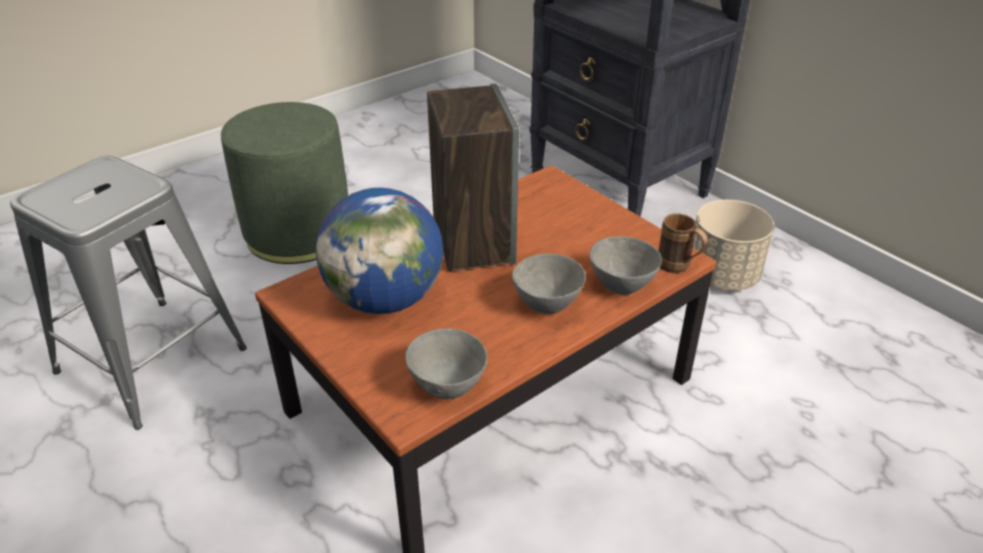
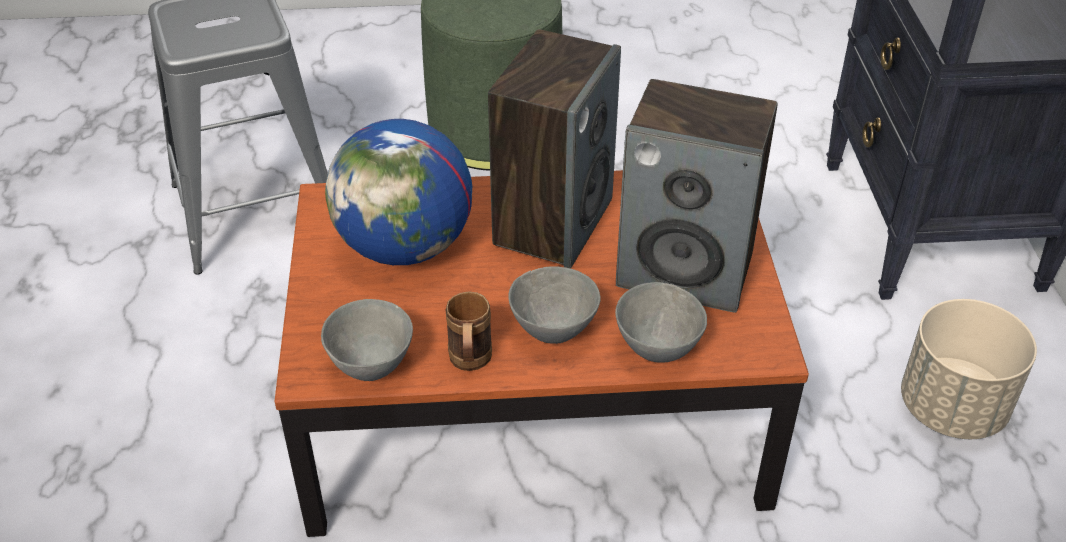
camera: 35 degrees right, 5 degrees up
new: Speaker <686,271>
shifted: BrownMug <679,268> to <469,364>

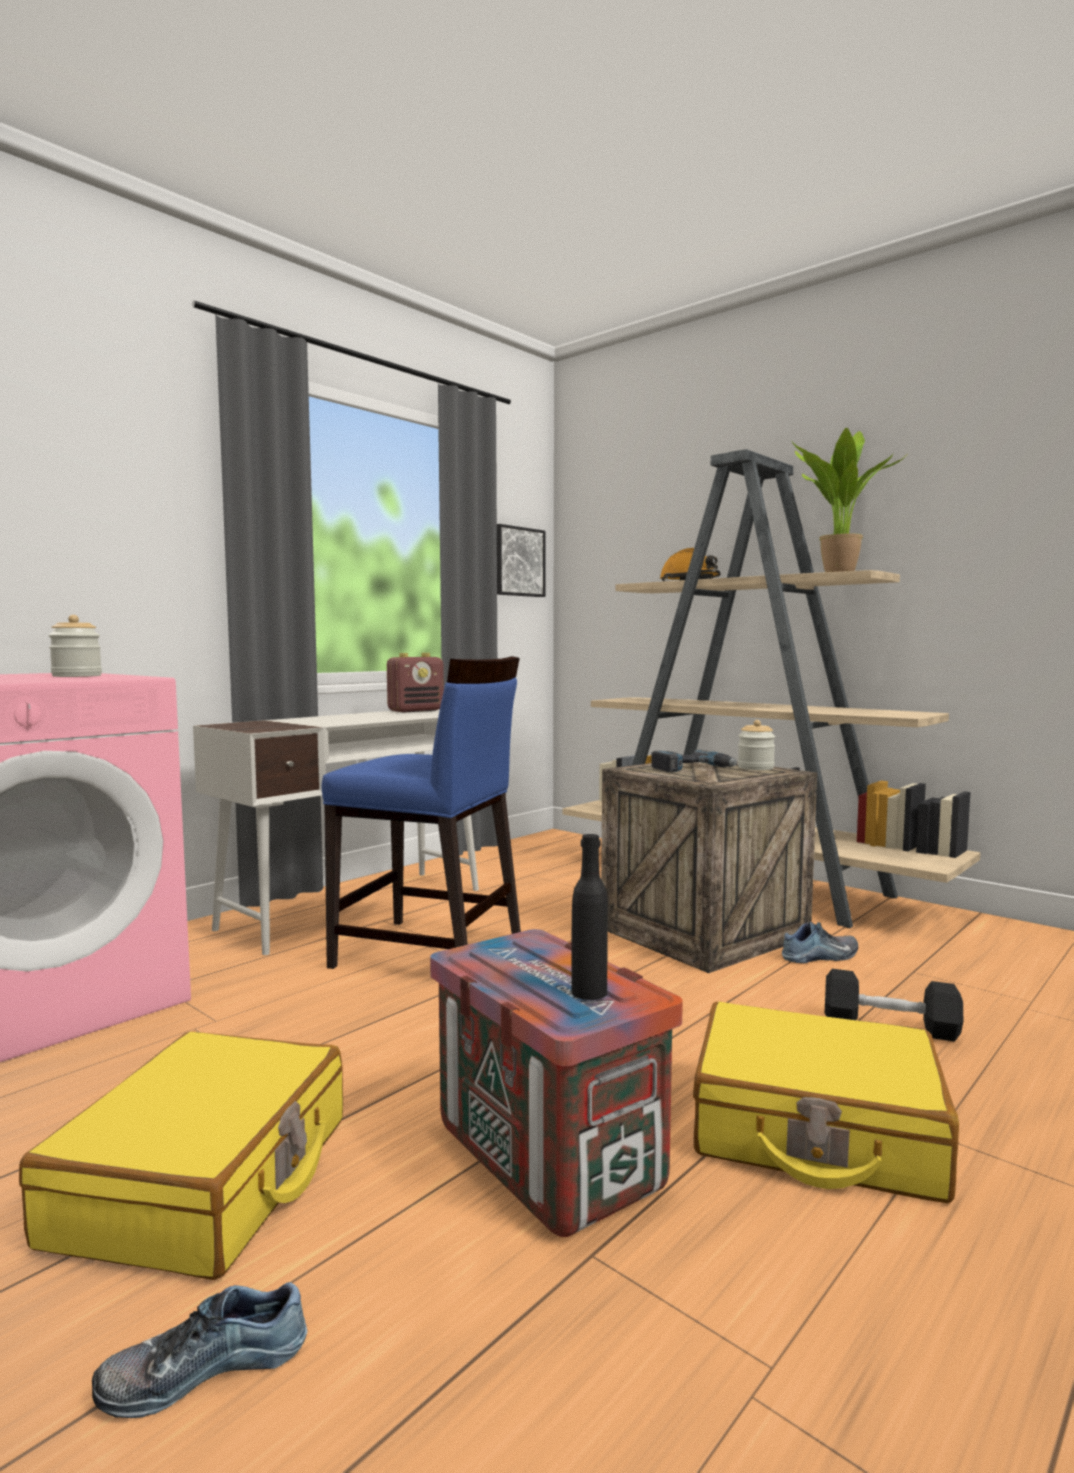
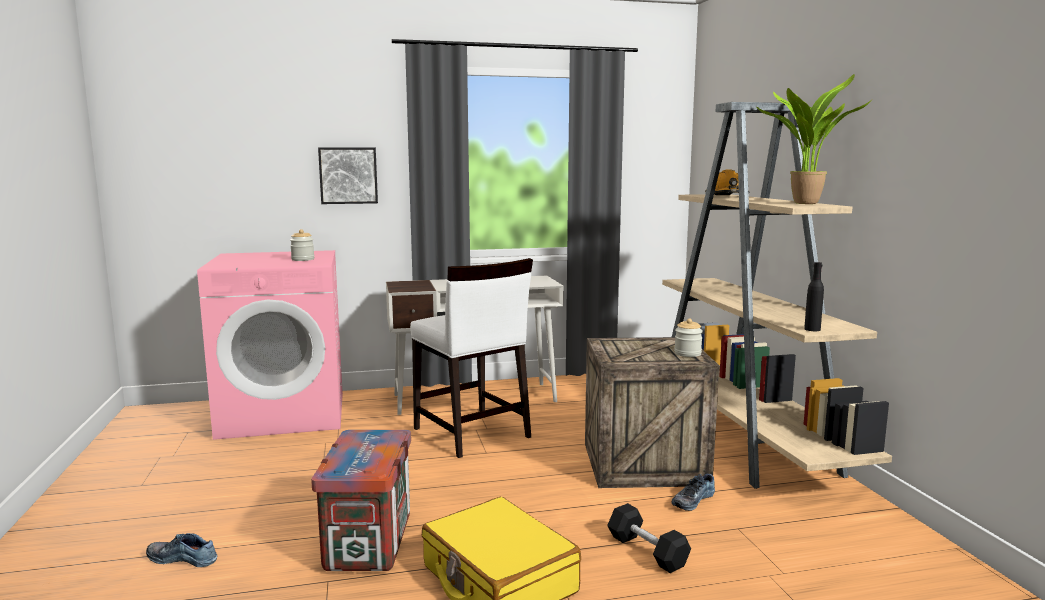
camera: 35 degrees right, 5 degrees up
gone: YellowSuitcase <205,1180>; Radio <416,711>; PowerDrill <693,769>
shifted: Picture <517,562> to <348,175>; BlackBottle <589,992> to <812,329>
repainted: BlueChair <430,952> to WhiteChair <471,433>
rotated: Shoe <821,956> = <692,500> 120 degrees clockwise

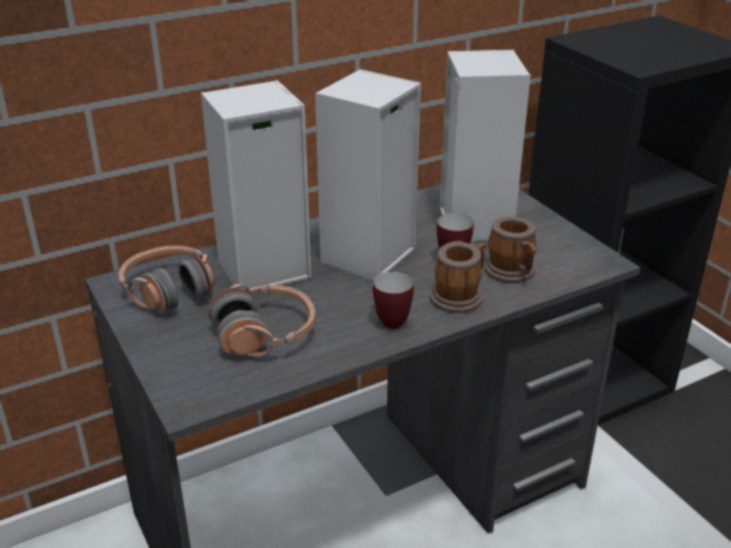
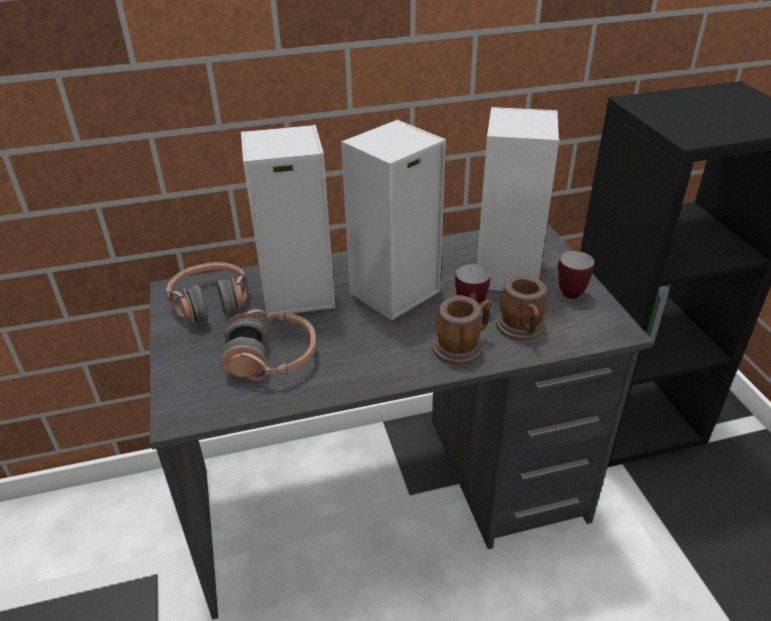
camera: 15 degrees right, 5 degrees up
shifted: Mug <388,320> to <567,291>

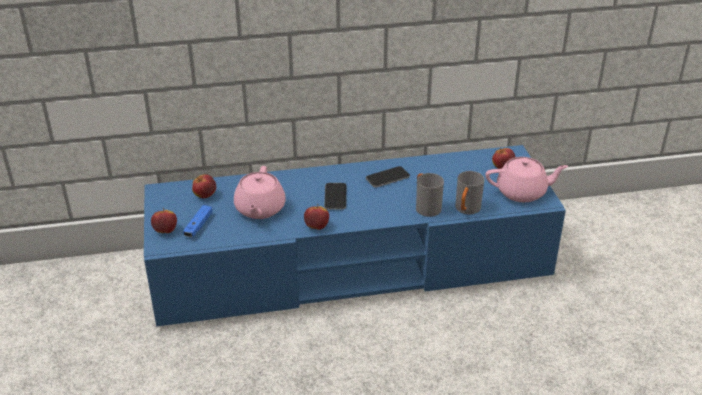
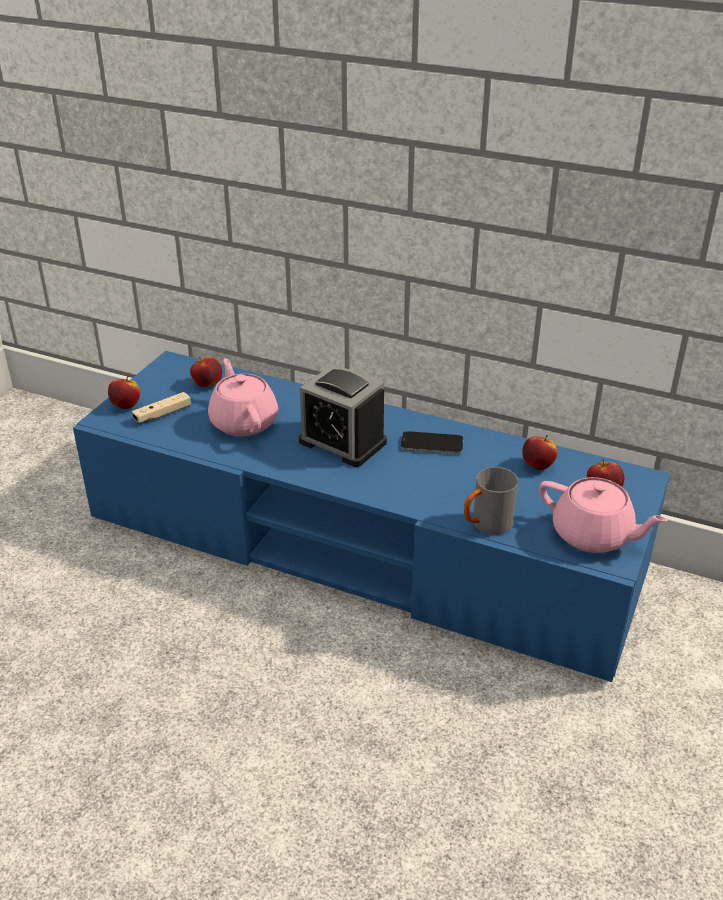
camera: 35 degrees right, 0 degrees up
gone: GreyMug <425,206>
shifted: Apple <316,227> to <537,466>
swapped: Phone <335,197> to AlarmClock <342,442>
repainted: BlueGameController <198,226> to BeigeGameController <162,414>
rotated: PinkTeapot <259,209> = <244,422> 120 degrees clockwise

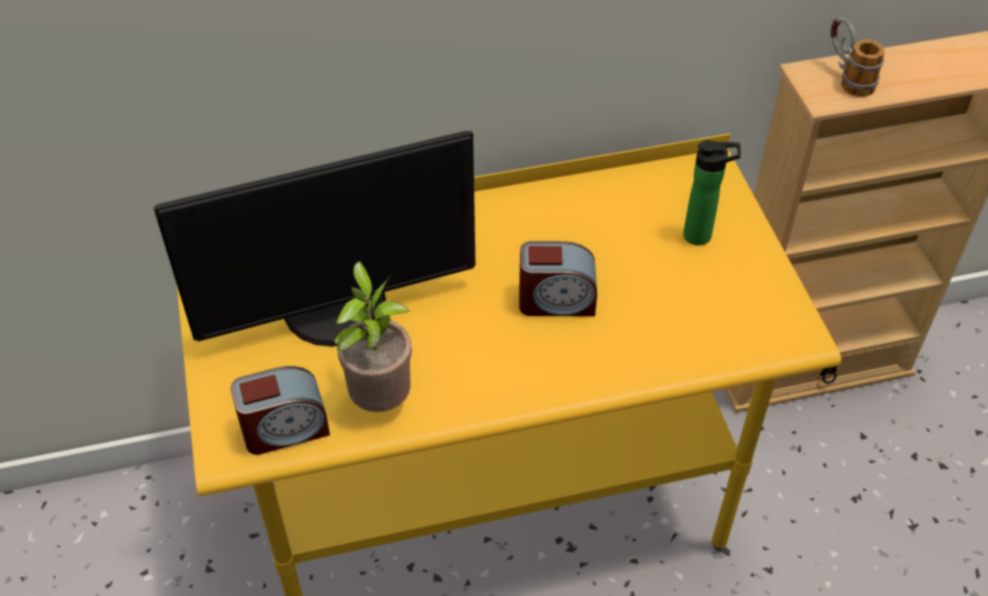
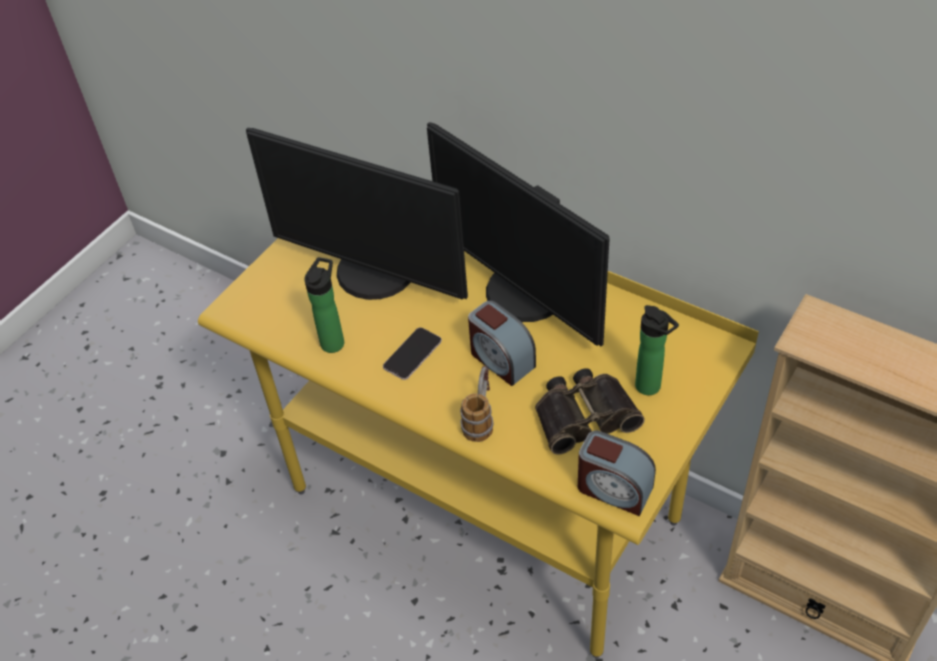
camera: 50 degrees right, 0 degrees up
new: Phone <412,354>; Monitor <523,294>; Binoculars <584,414>
shifted: AlarmClock <285,429> to <613,489>; Mug <846,77> to <480,418>
swapped: PottedPlant <380,399> to Bottle <334,341>

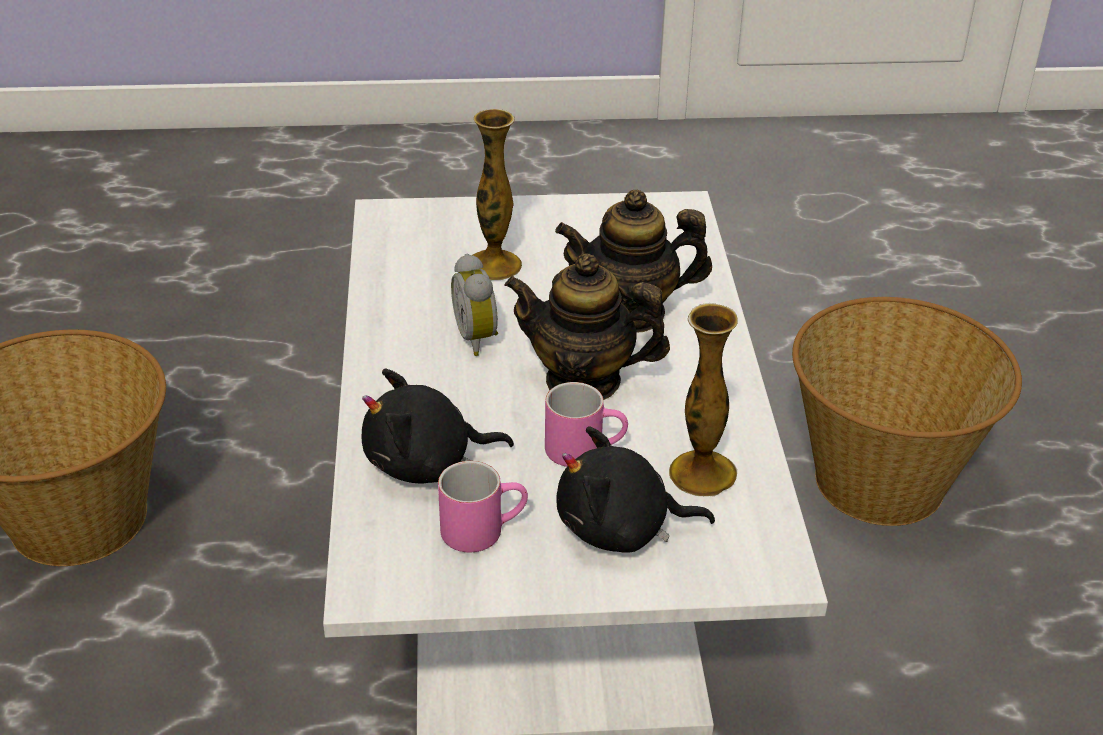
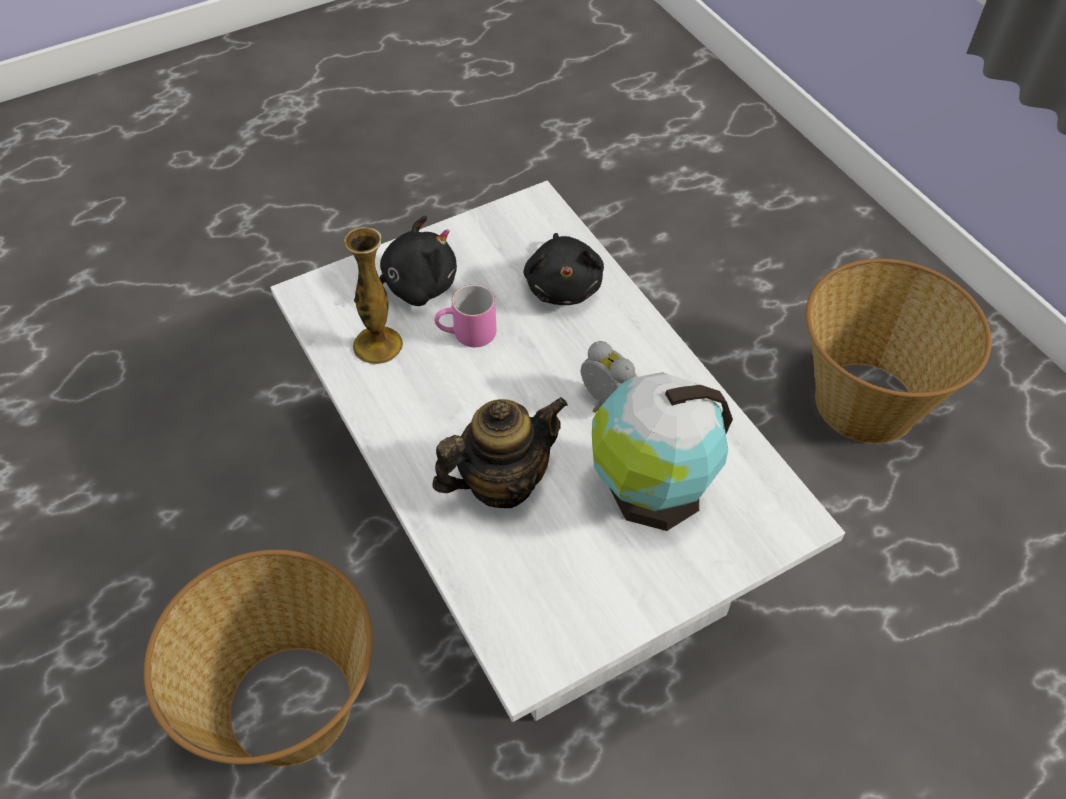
camera: 155 degrees right, 15 degrees up
gone: PinkMug <483,528>; Teapot <583,380>
swapped: Vase <494,265> to Globe <651,492>
rotated: BlackPlushToy <426,463> = <563,286> 120 degrees clockwise

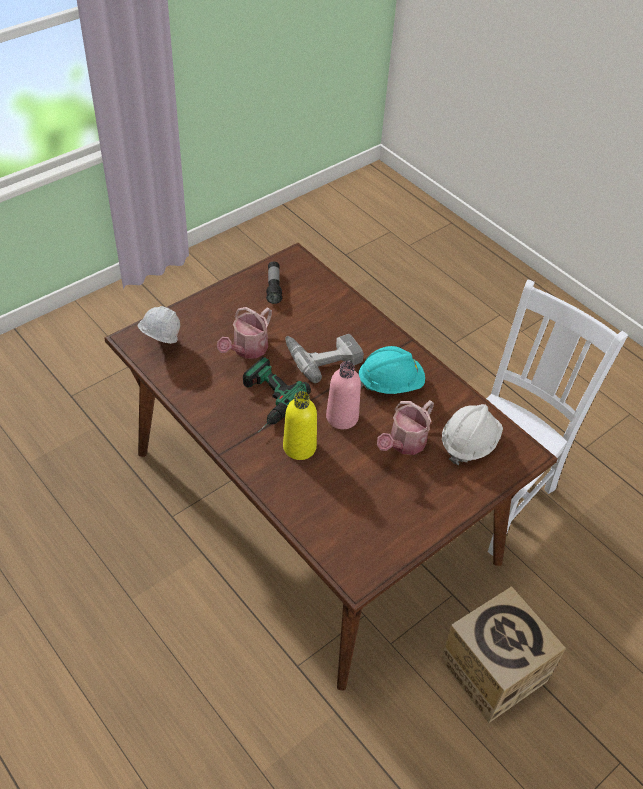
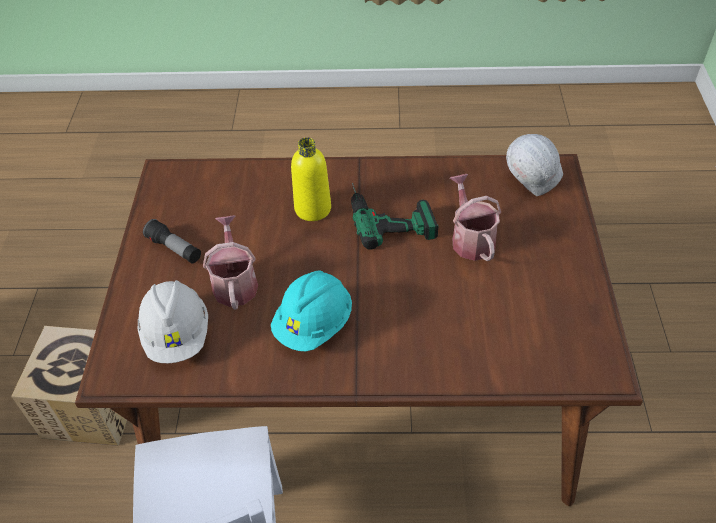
camera: 135 degrees right, 0 degrees up
gone: PowerDrill <322,356>; PinkBottle <342,417>
shifted: Flashlight <274,287> to <174,249>

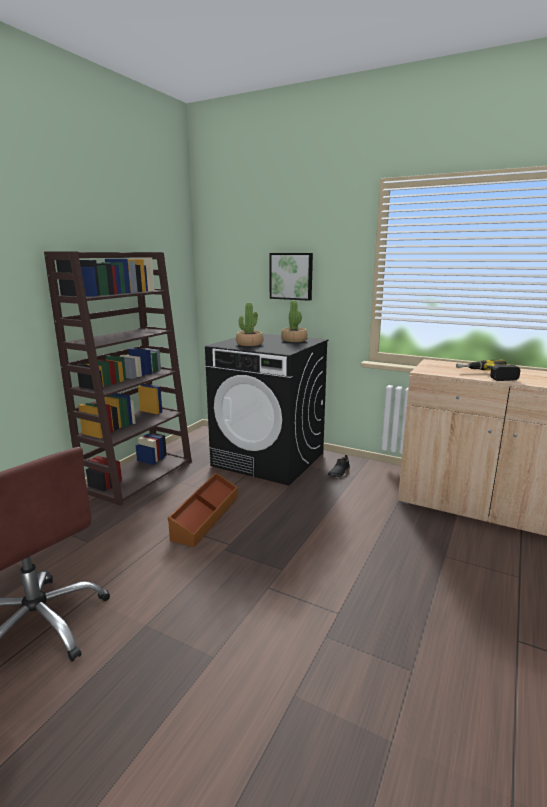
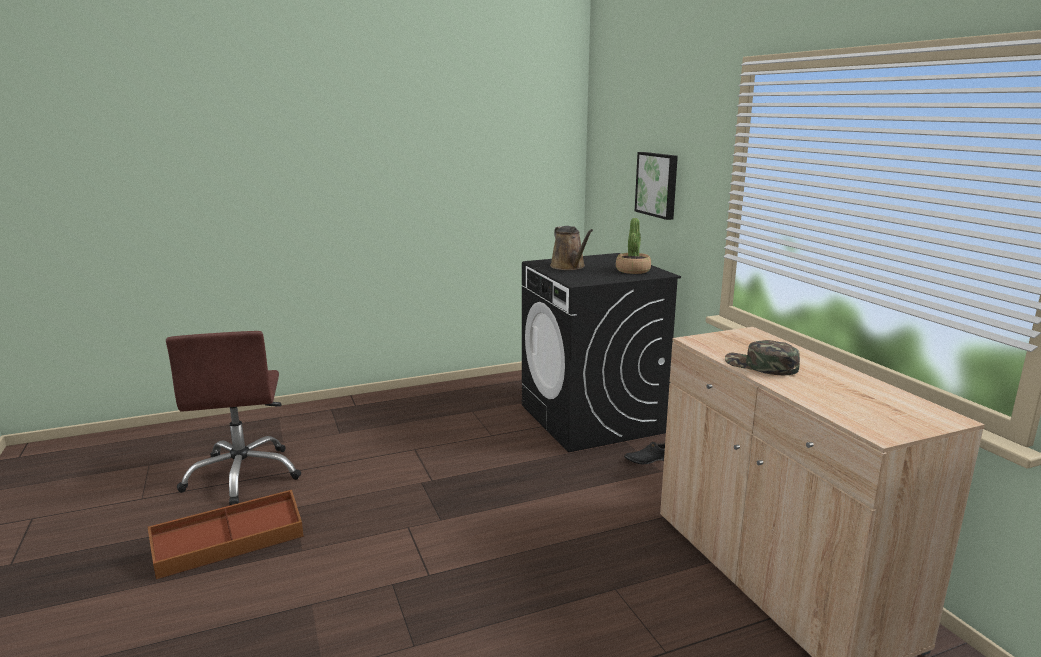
camera: 40 degrees right, 0 degrees up
gone: BrownBookcase <139,475>
shifted: BrownStorageBox <205,517> to <230,546>
swapped: PottedPlant <249,344> to BrownWateringCan <569,267>; PowerDrill <486,375> to GreenCap <760,365>

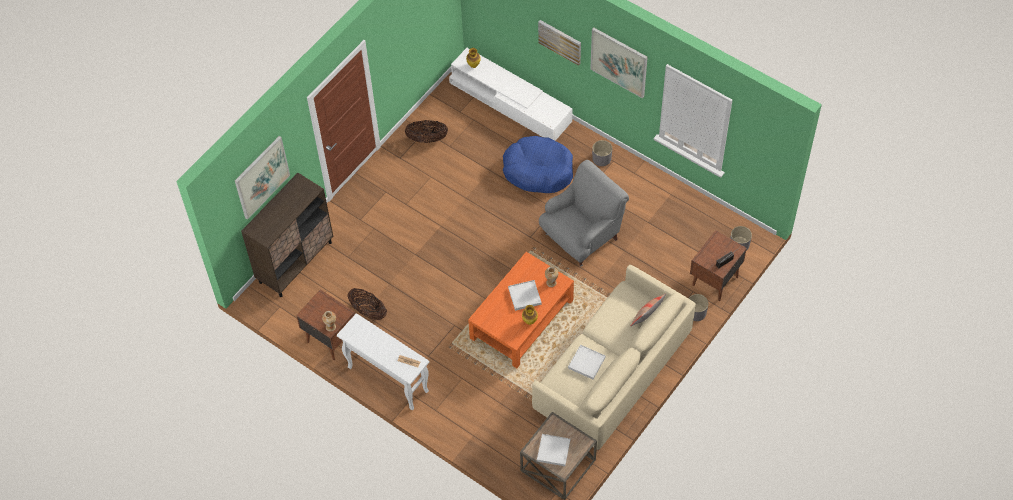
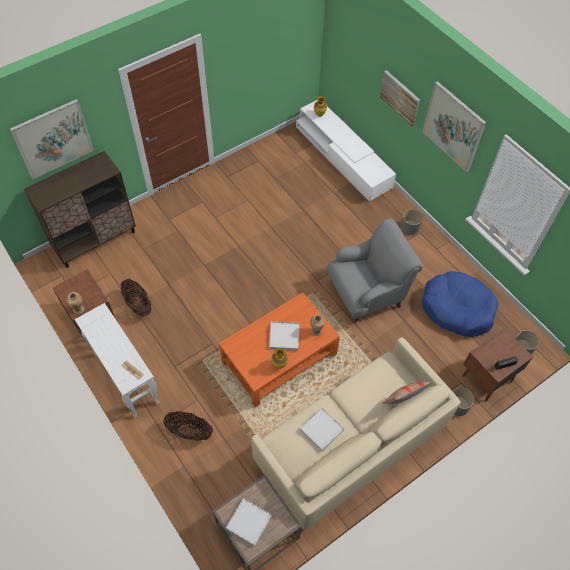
camera: 15 degrees right, 0 degrees up
shifted: Basket <427,139> to <189,431>; BlueDogBed <538,170> to <457,308>

